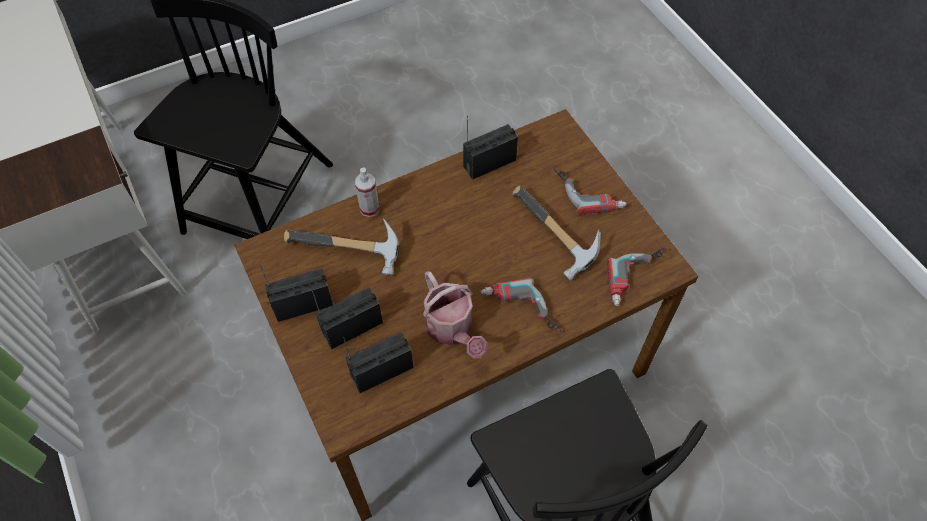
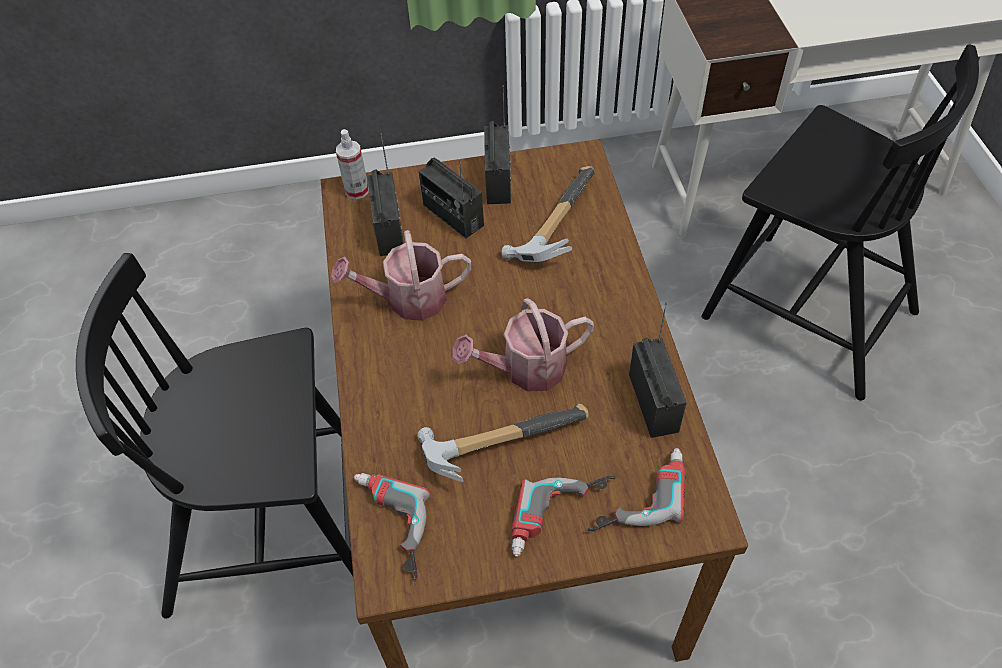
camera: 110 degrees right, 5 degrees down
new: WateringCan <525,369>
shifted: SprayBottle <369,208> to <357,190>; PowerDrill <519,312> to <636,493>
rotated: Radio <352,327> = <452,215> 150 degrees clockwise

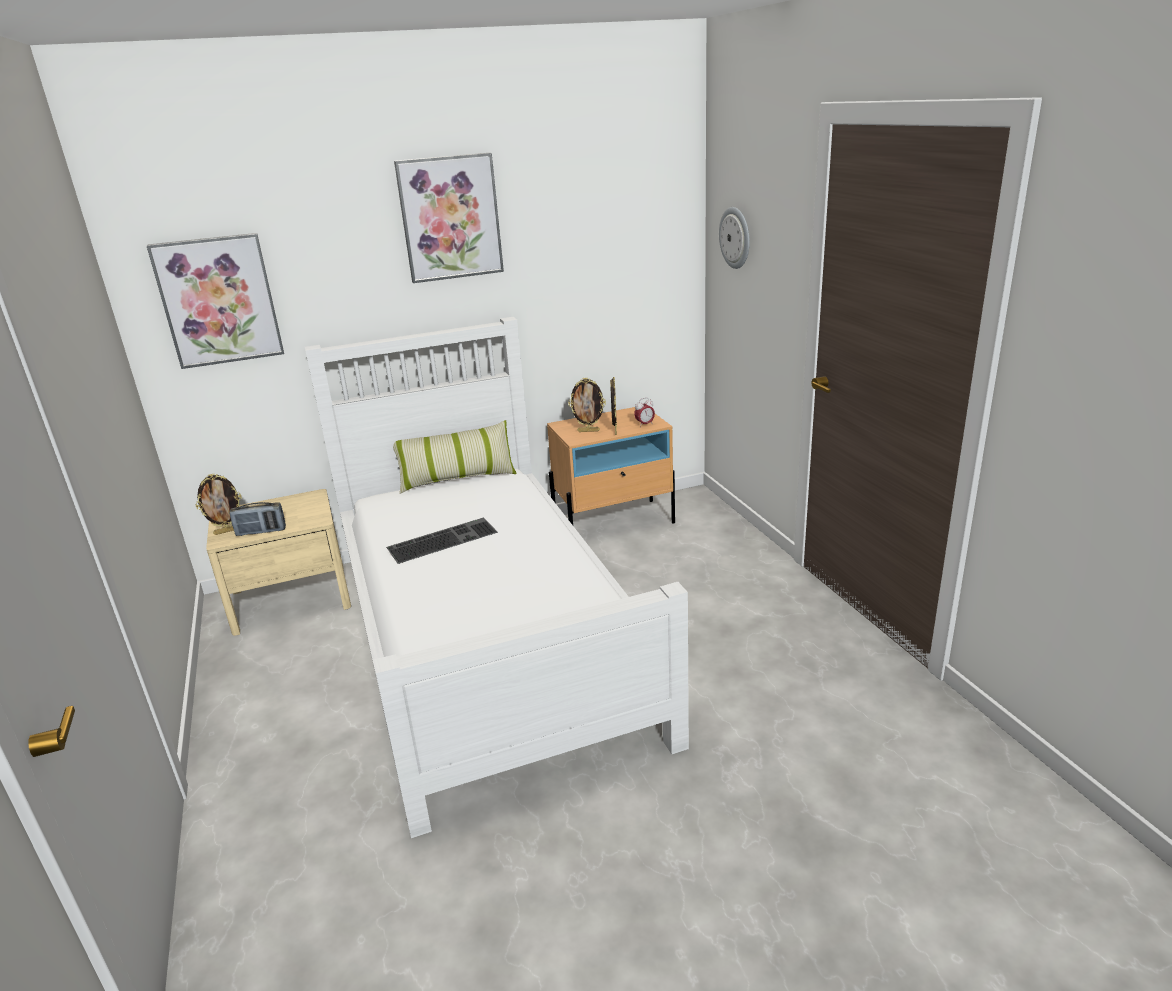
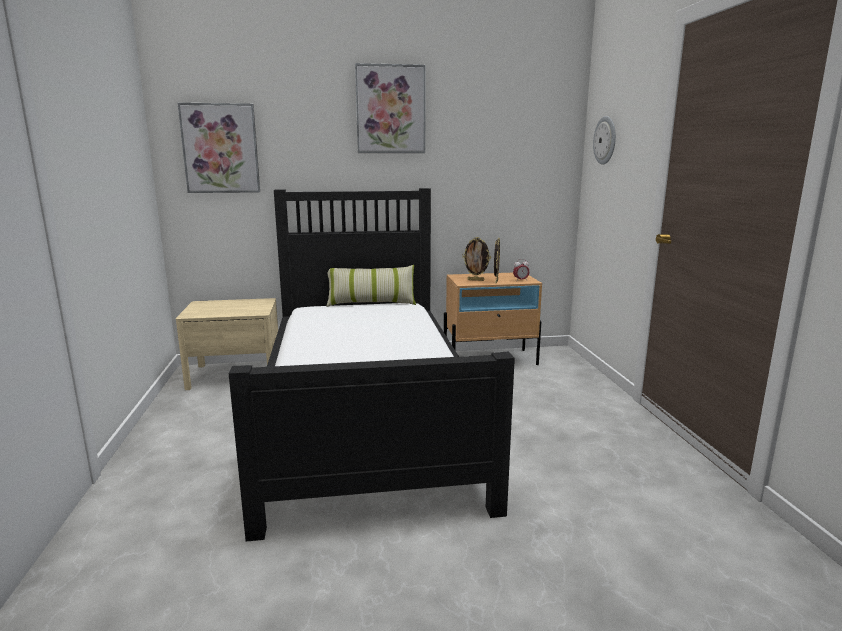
camera: 10 degrees right, 10 degrees down
gone: PictureFrame <227,531>; Radio <261,532>; Keyboard <443,539>
repainted: WhiteBed <488,638> to BlackBed <366,416>

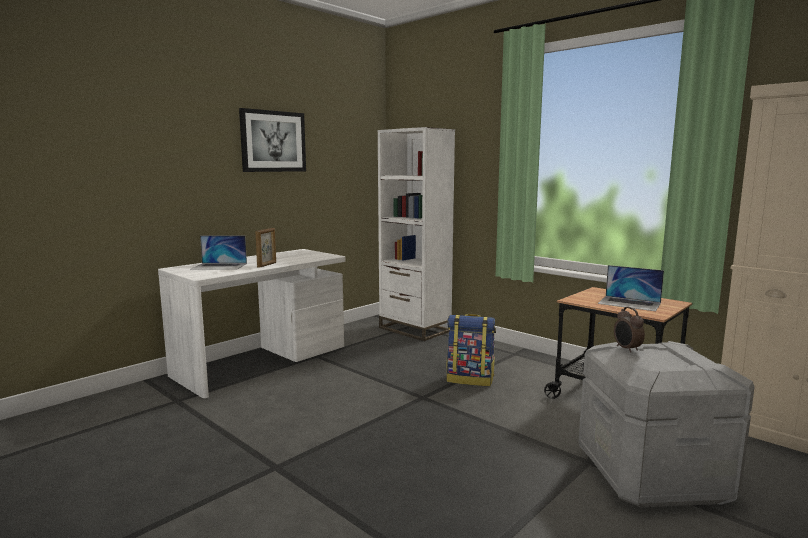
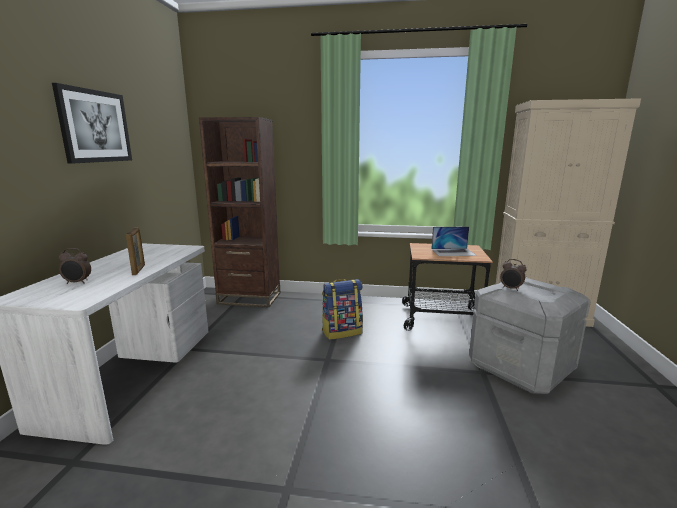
camera: 35 degrees left, 5 degrees up
swapped: Laptop <219,266> to AlarmClock <77,282>
repainted: WhiteBookcase <414,329> to BrownBookcase <249,298>

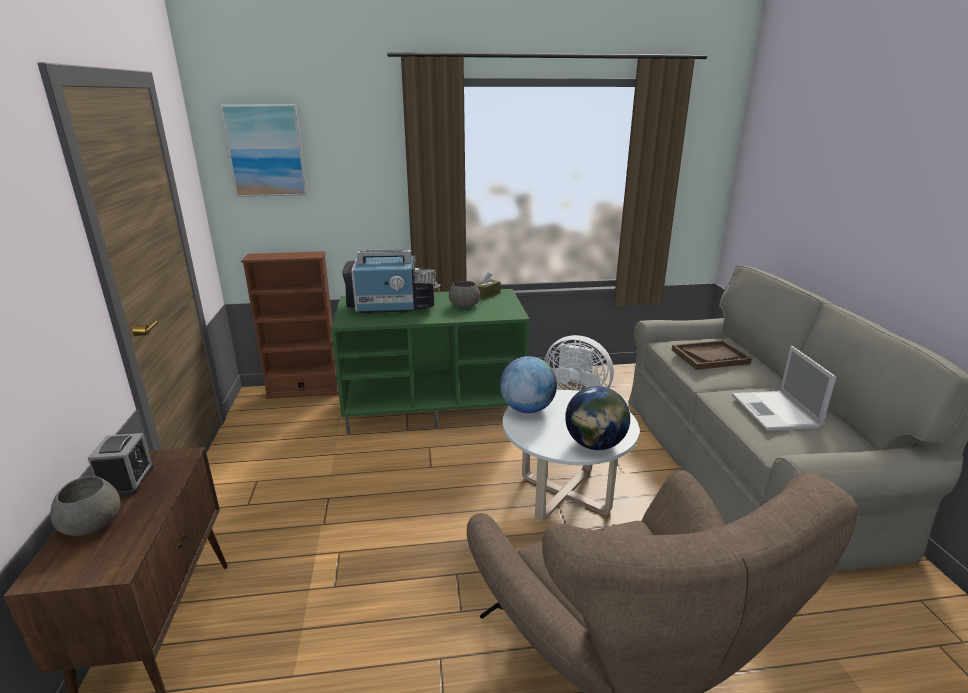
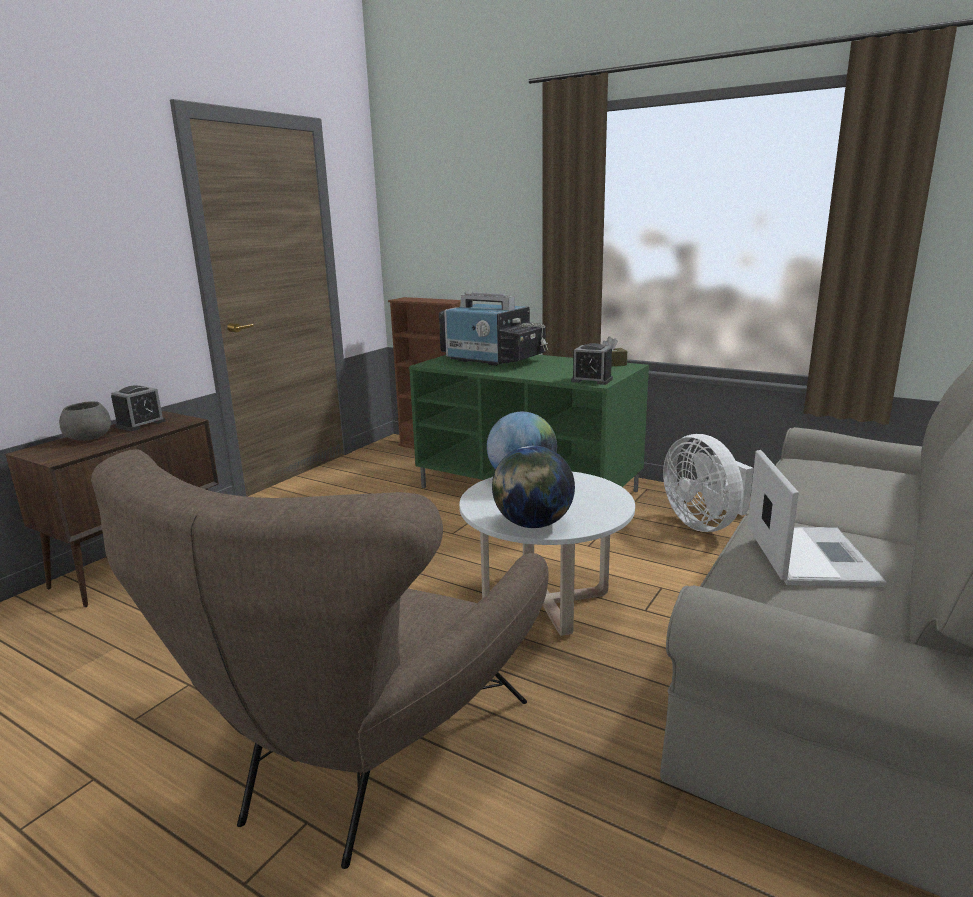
camera: 40 degrees right, 5 degrees down
gone: Picture <266,151>; GreyBowl <463,305>; BrownTray <710,356>
new: AlarmClock <591,380>
rotated: Laptop <775,412> = <808,555> 150 degrees clockwise

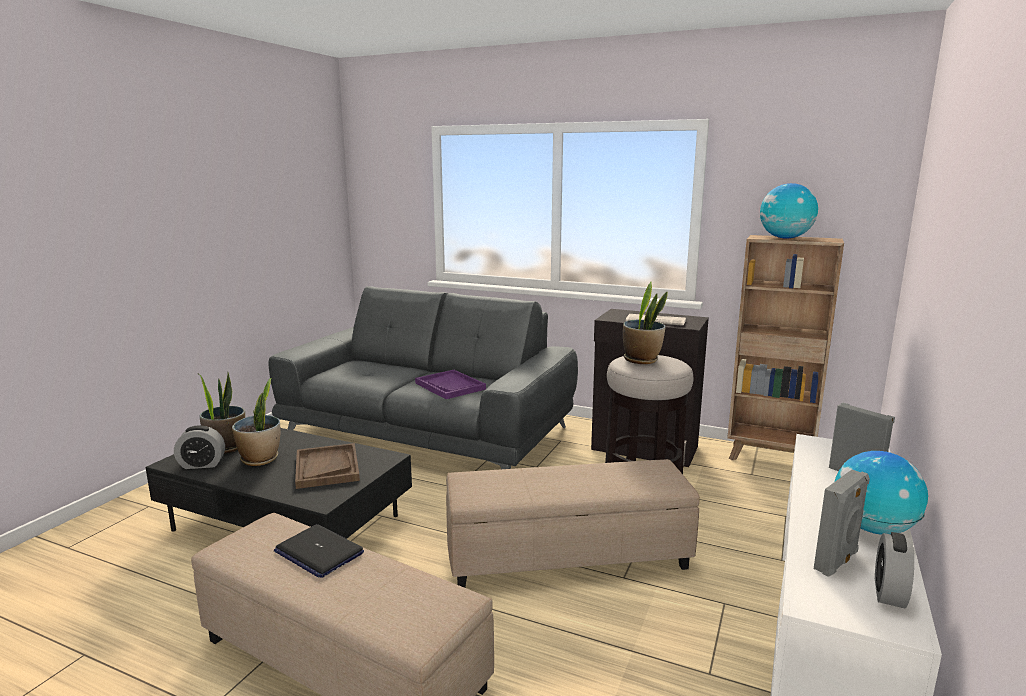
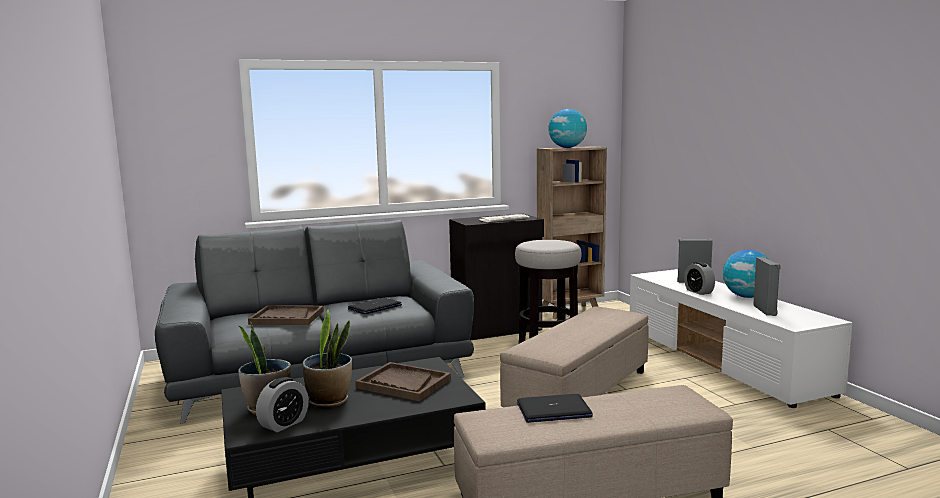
camera: 45 degrees left, 5 degrees down
gone: PottedPlant <641,360>
new: BrownTray <286,317>
shifted: AlarmClock <889,593> to <698,292>
swapped: PurpleTray <450,386> to Laptop <375,307>

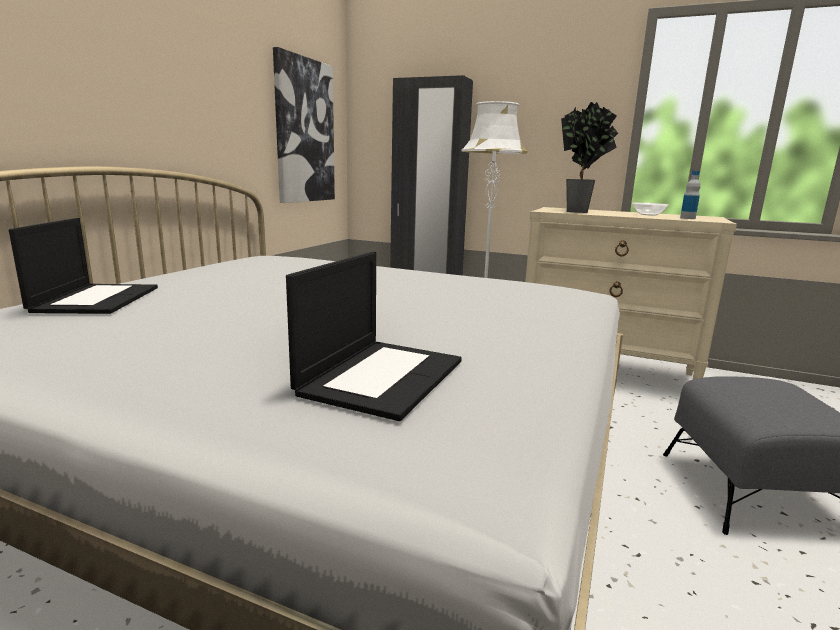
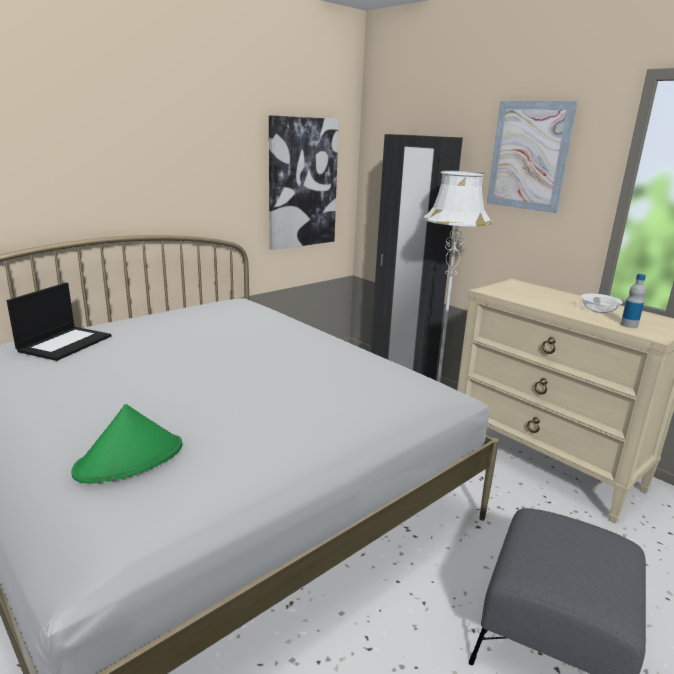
camera: 25 degrees right, 5 degrees up
gone: PottedPlant <581,212>
new: Picture <529,156>
swapped: Laptop <382,376> to GreenHat <130,459>

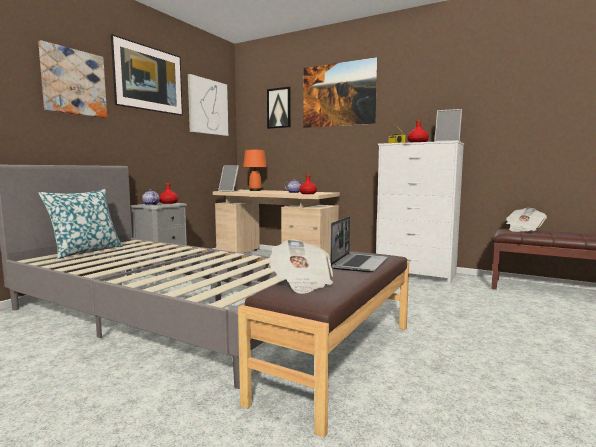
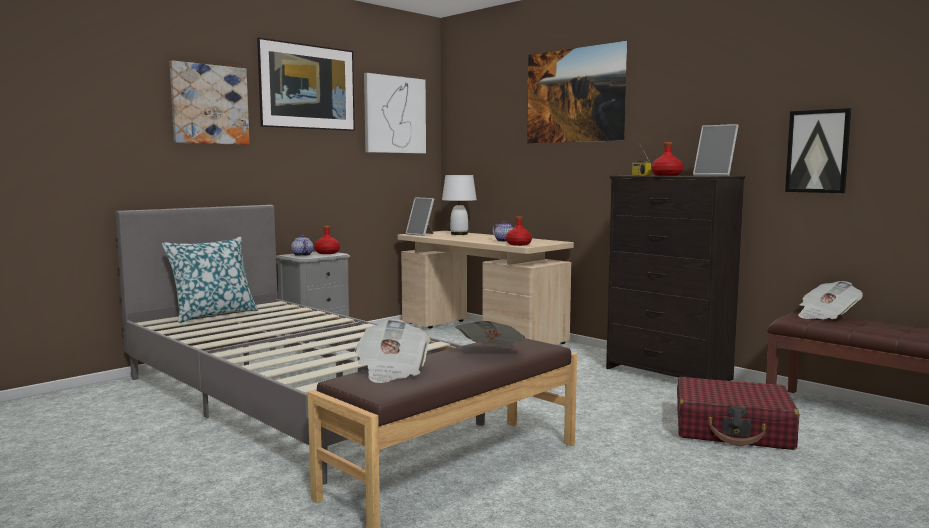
camera: 15 degrees right, 0 degrees up
new: RedSuitcase <733,430>
shifted: Picture <279,108> to <818,151>
swapped: Laptop <359,263> to Newspaper <492,353>
repainted: OrangeTableLamp <255,190> to WhiteTableLamp <459,234>; WhiteDresser <416,274> to BlackDresser <668,374>

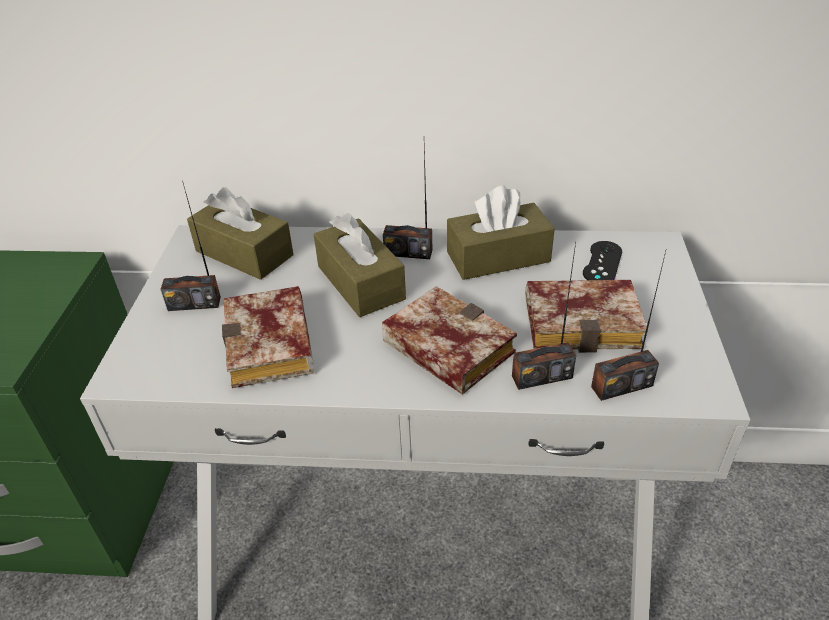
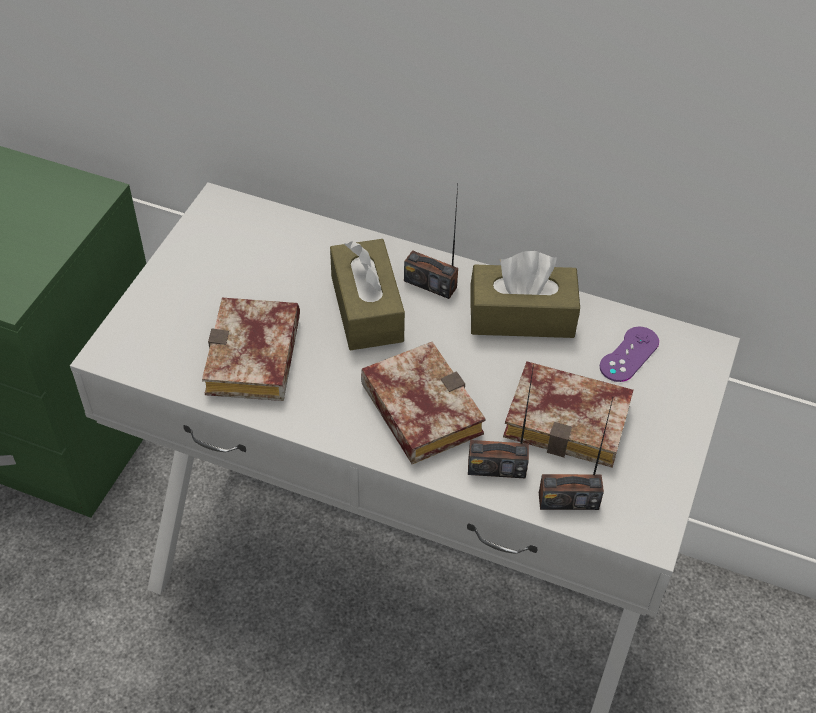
camera: 15 degrees right, 10 degrees up
gone: Radio <194,303>; BrownTissueBox <244,253>
repainted: BlackGameController <602,263> to PurpleGameController <629,354>

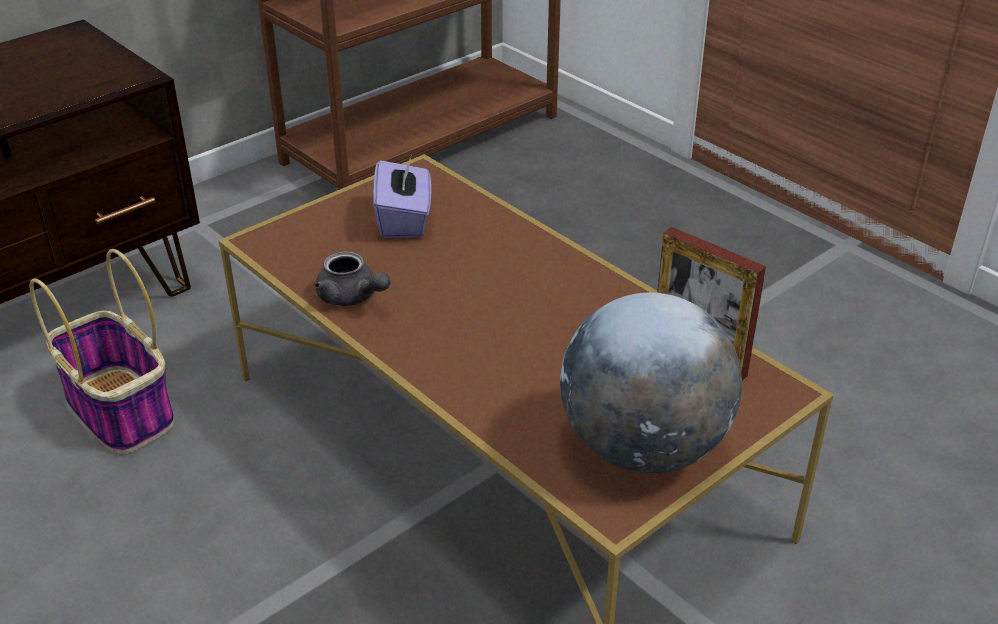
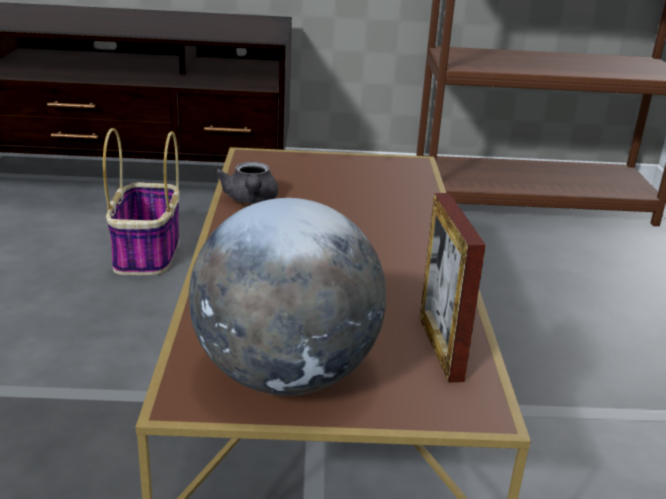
camera: 40 degrees right, 10 degrees down
gone: PurpleTissueBox <404,220>

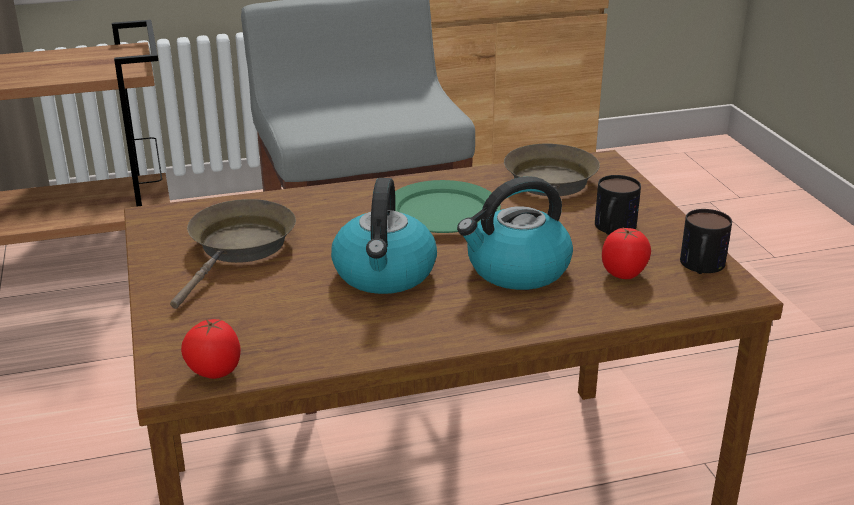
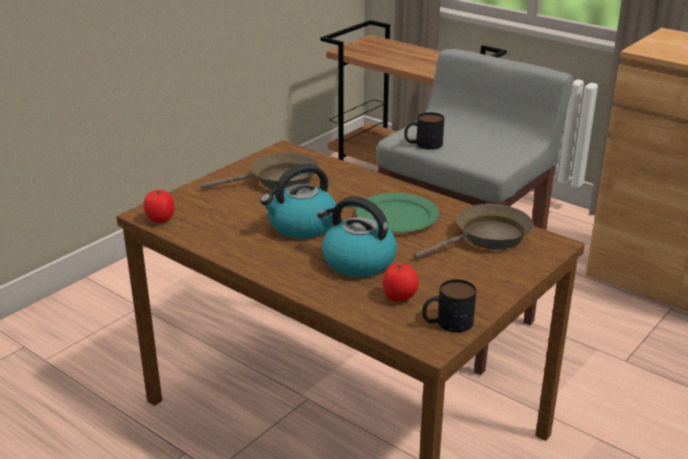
camera: 55 degrees right, 0 degrees up
shifted: Mug <613,229> to <423,144>

